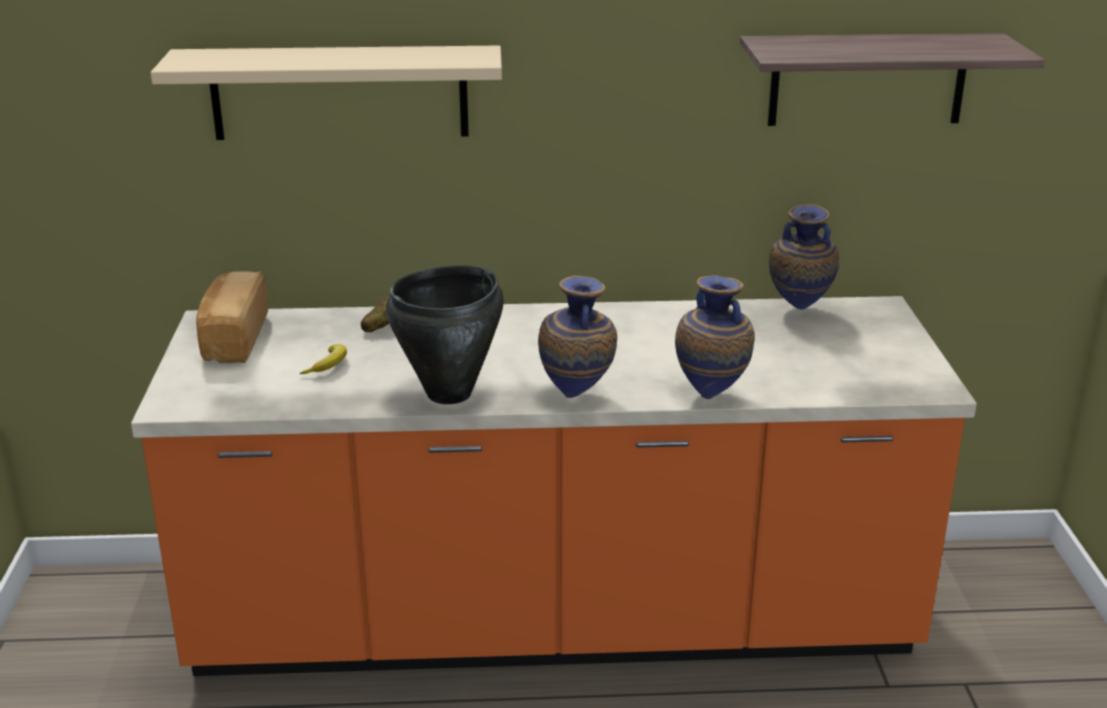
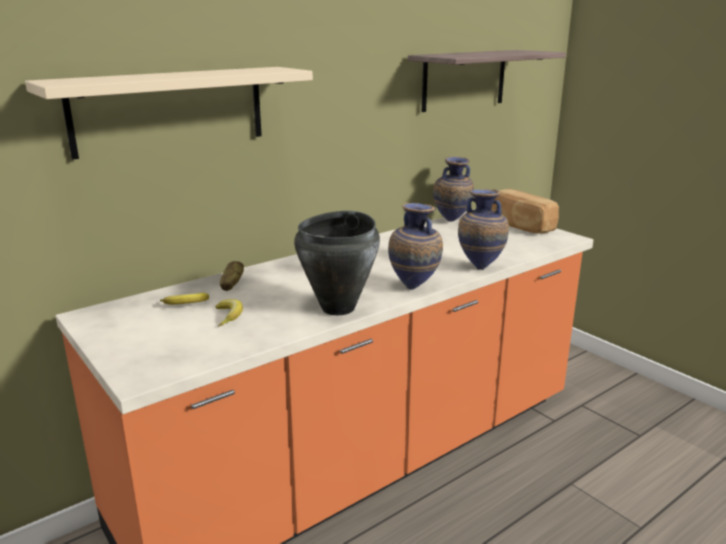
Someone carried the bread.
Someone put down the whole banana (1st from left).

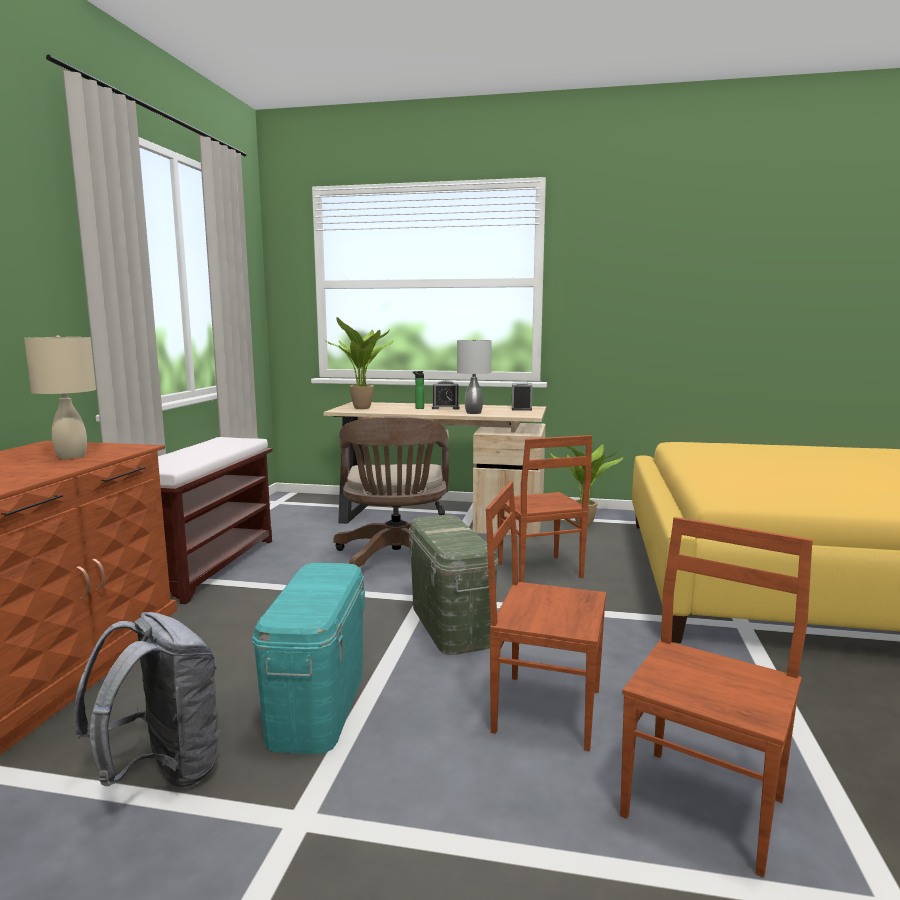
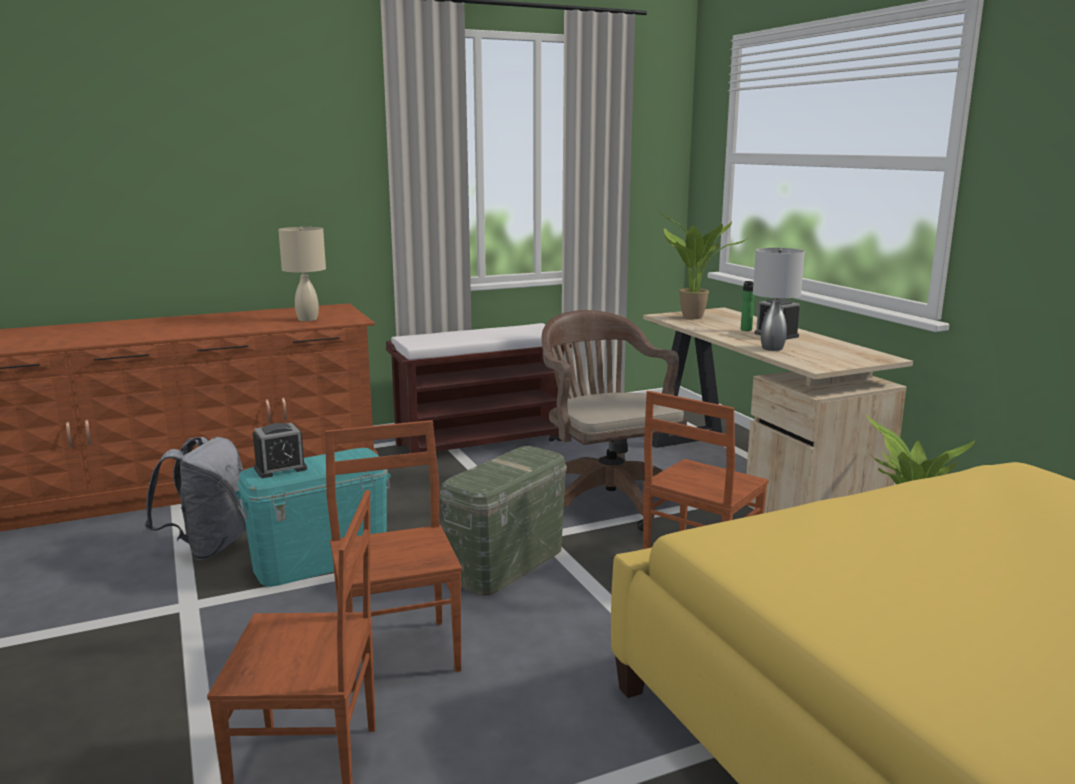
Someone rotated the brown-coloured computer chair by 105 degrees clockwise.
Someone carried the bedside clock (2nd from left in the first image).

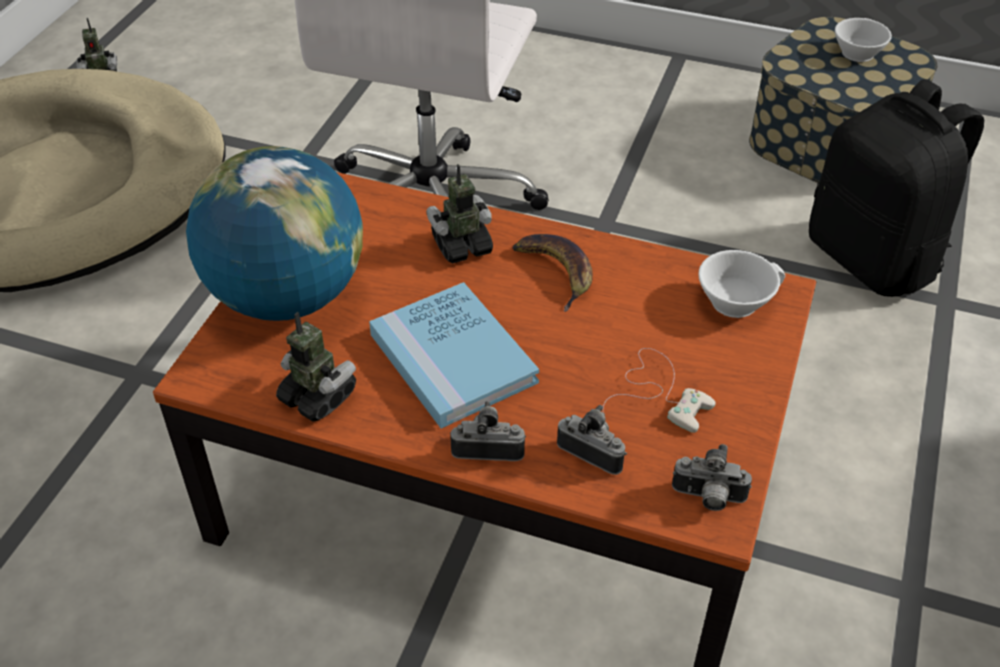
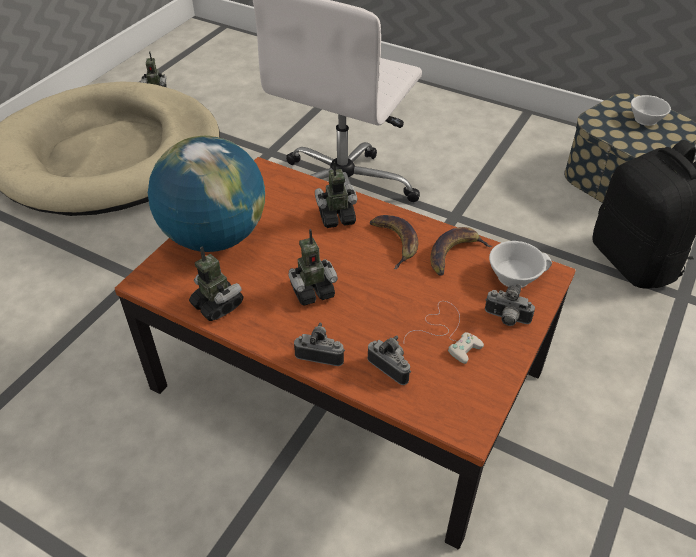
Someone swapped the bluish book for the toy robot (3rd from left).
Someone carried the still camera (3rd from left).
Someone put down the whole banana (2nd from left).

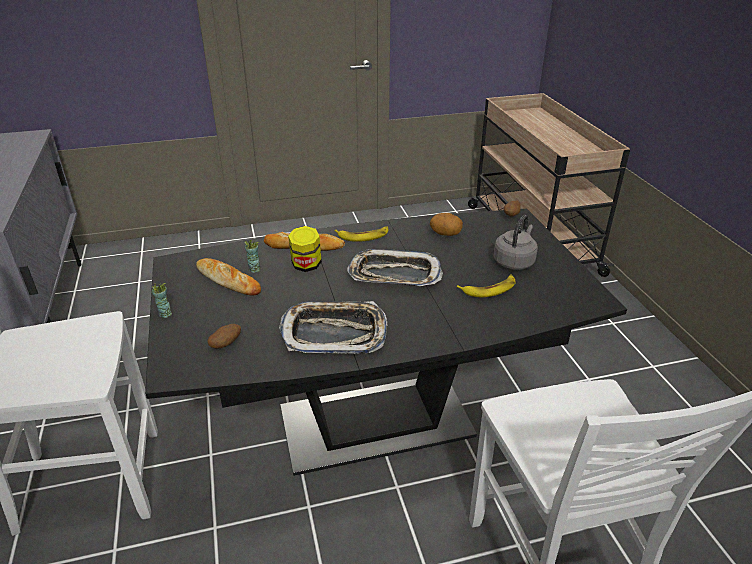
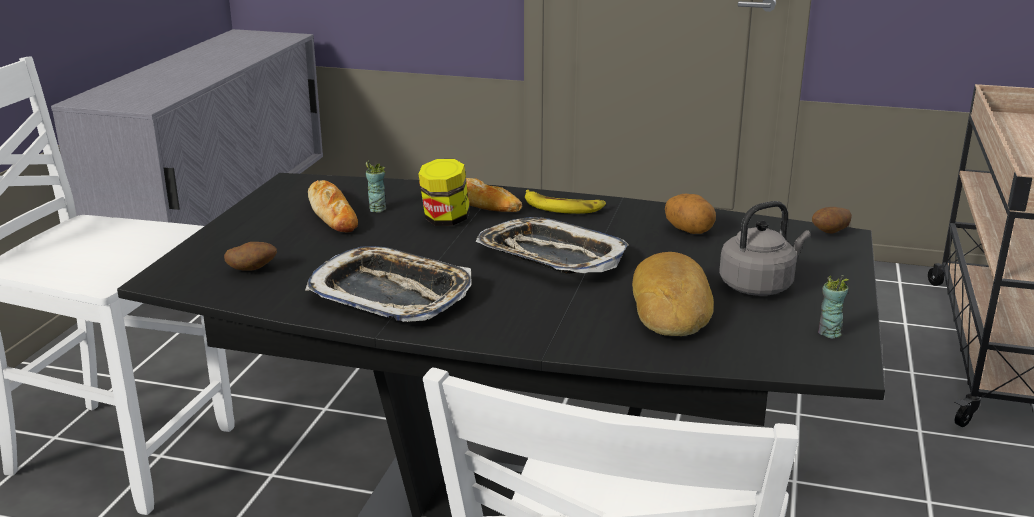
Someone carried the drinking cup (1st from left in the first image).
Someone swapped the whole banana (2nd from left) for the bread (3rd from left).

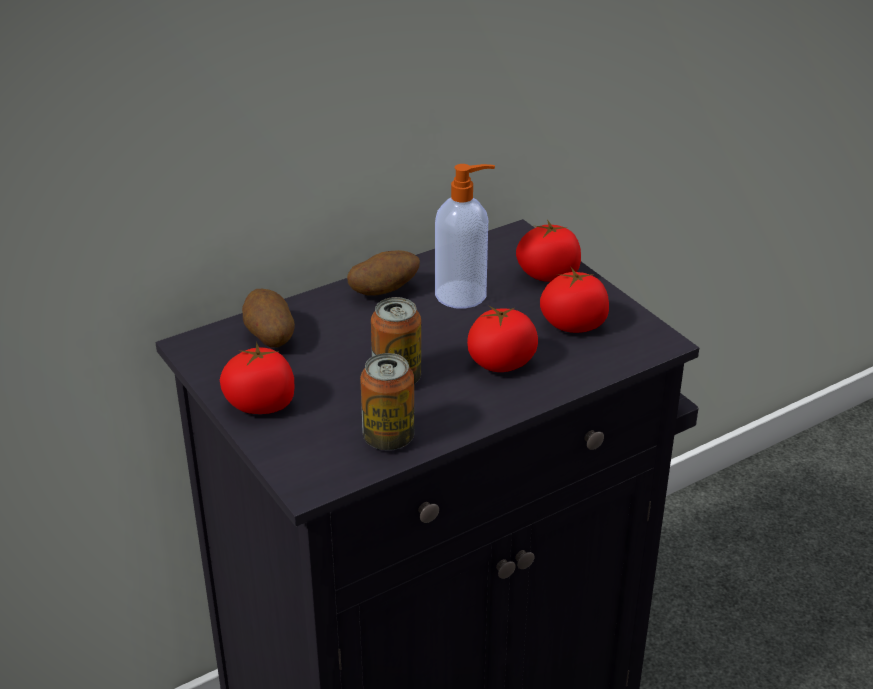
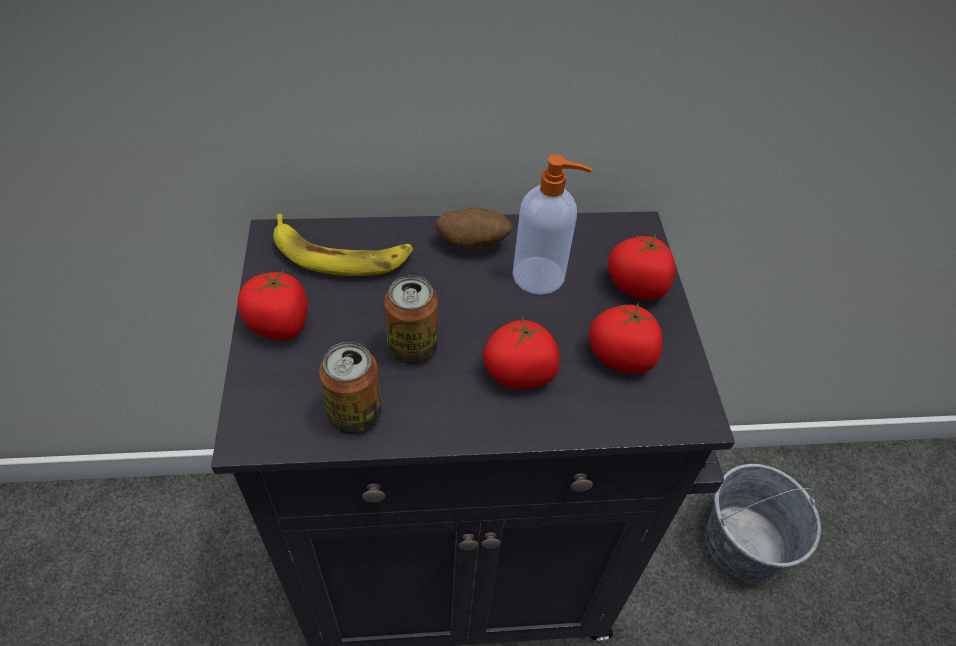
Someone swapped the whole potato (1st from left) for the whole banana.
Someone put down the greyish bucket.

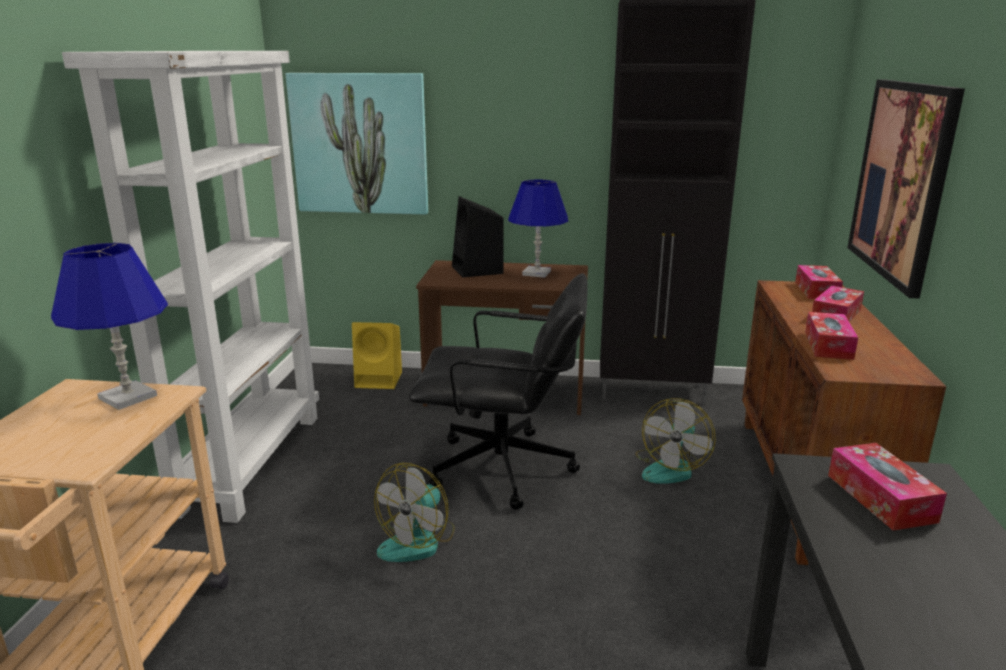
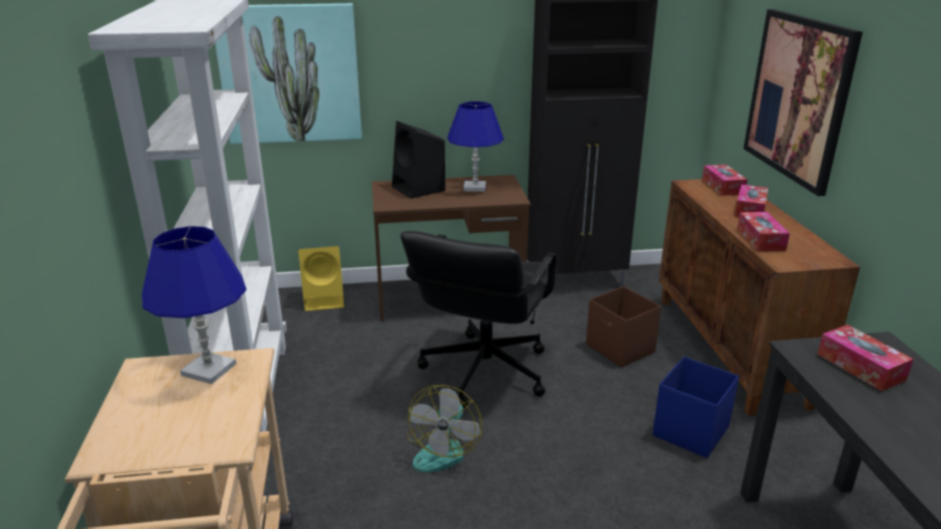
Someone rotated the black-coloured computer chair by 120 degrees clockwise.
Someone swapped the electric fan (2nd from left) for the brown-coloured storage bin.
Someone put down the bluish storage bin.

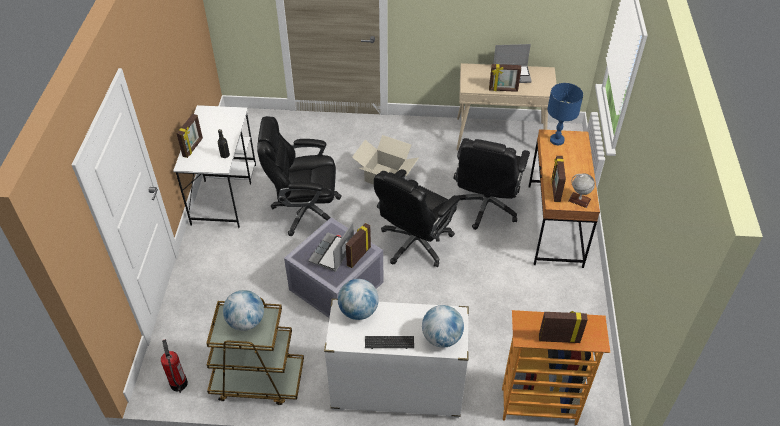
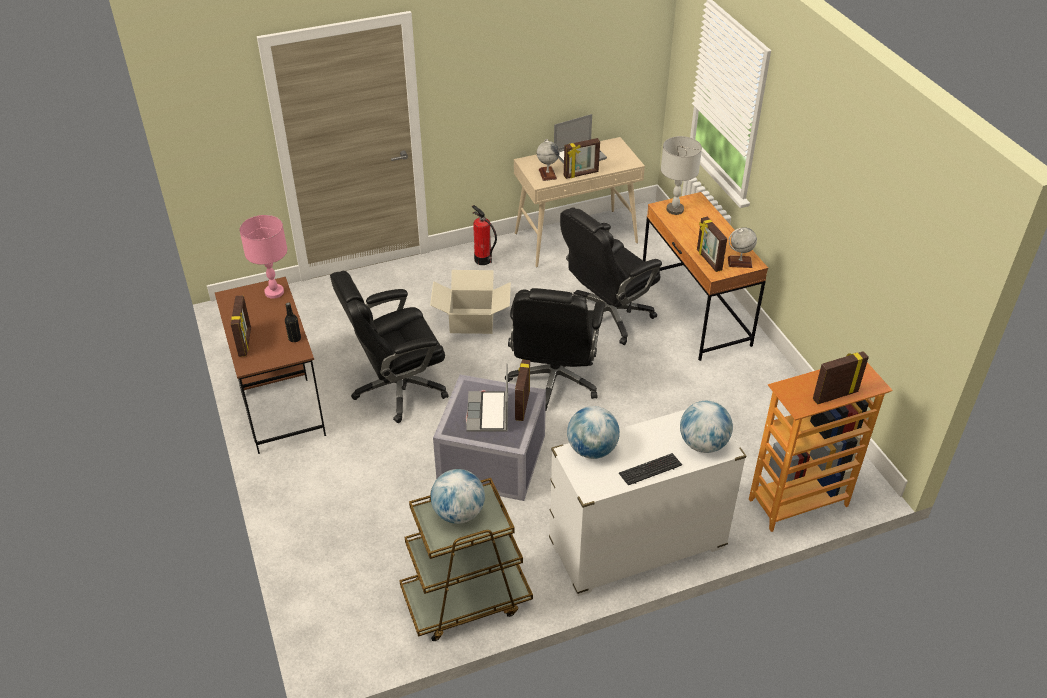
Someone carried the fire-fighting cylinder.
Someone repainted the whitish desk, which became the brown-coloured desk (1st from left).
Someone rotated the black-coloured computer chair (3rd from left) by 60 degrees clockwise.
Someone repainted the bluish tabletop lamp, which became the greyish tabletop lamp.
Someone put down the pink-coloured tabletop lamp.
Someone put down the desk globe (2nd from left).

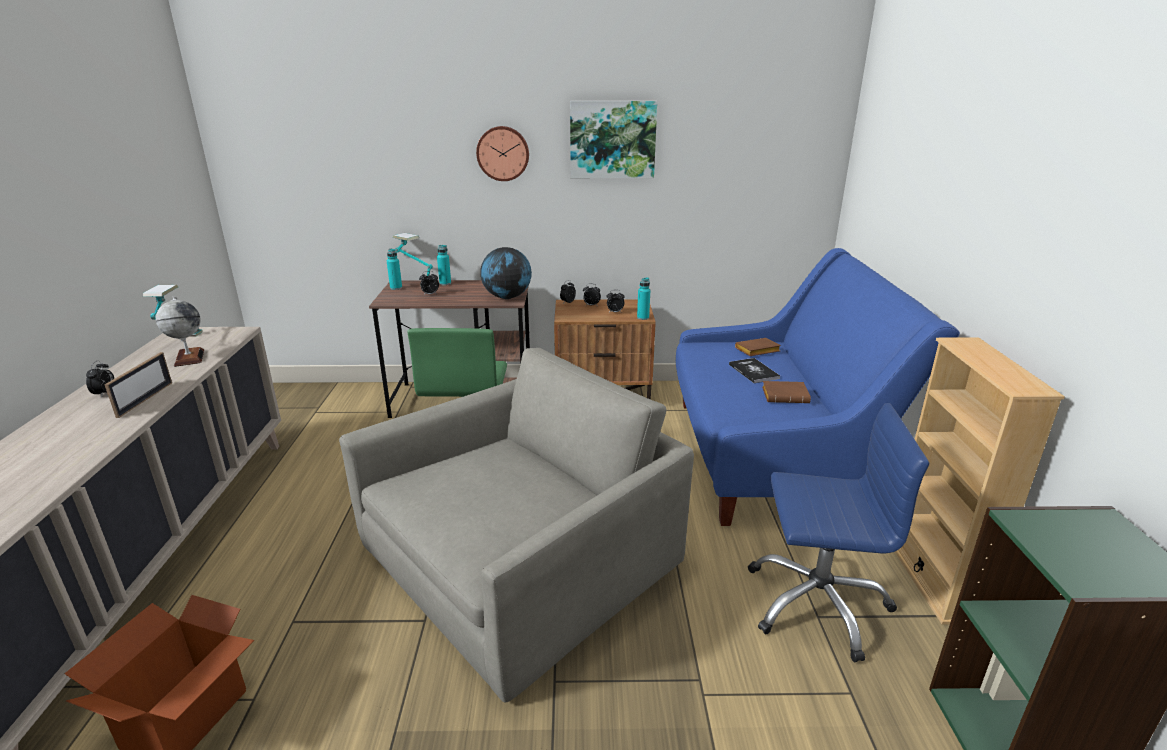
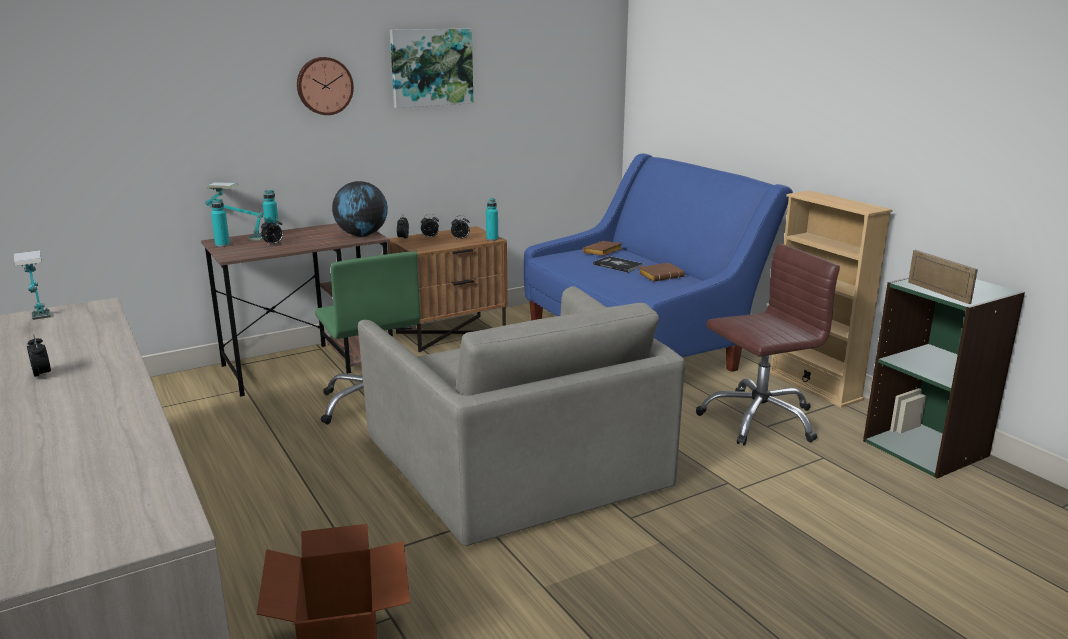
Someone carried the picture frame.
Someone took away the desk globe (1st from left).
Someone rotated the greyish easy chair by 135 degrees clockwise.
Someone repainted the bluish computer chair, which became the brown-coloured computer chair.

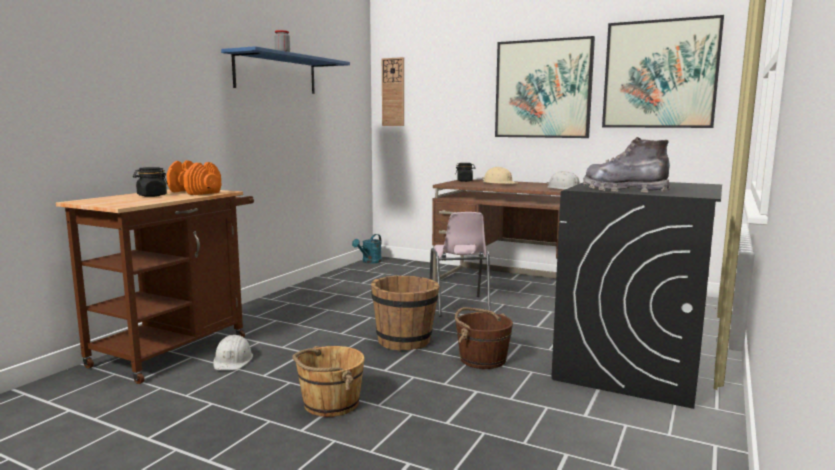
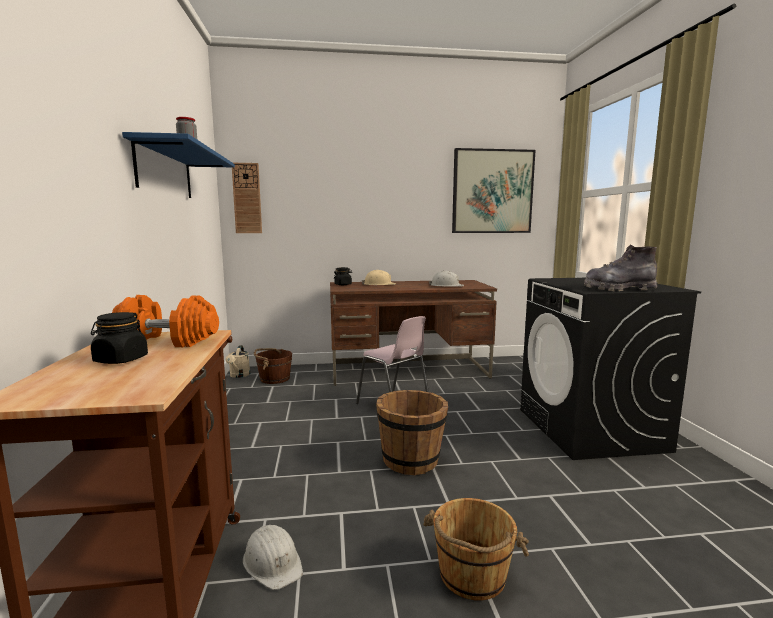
Someone repainted the blue-green sprinkling can, which became the beige-coloured sprinkling can.
Someone carried the brown-coloured bucket (3rd from left in the first image).
Someone took away the wall art (1st from left).

